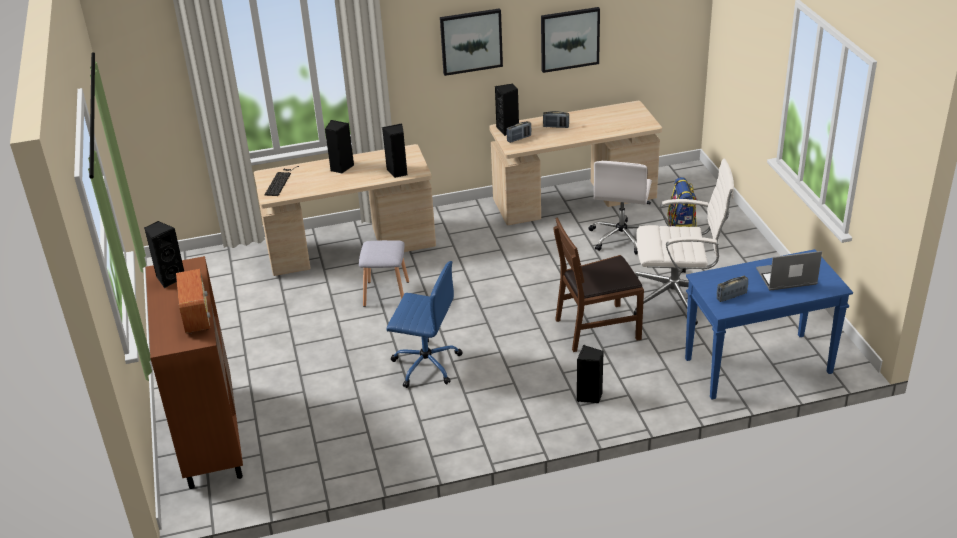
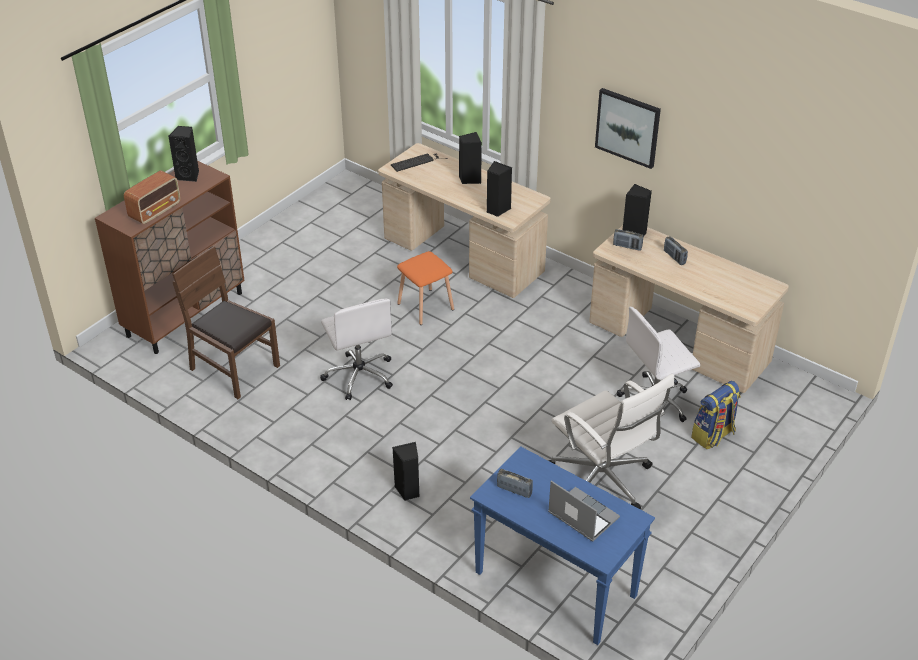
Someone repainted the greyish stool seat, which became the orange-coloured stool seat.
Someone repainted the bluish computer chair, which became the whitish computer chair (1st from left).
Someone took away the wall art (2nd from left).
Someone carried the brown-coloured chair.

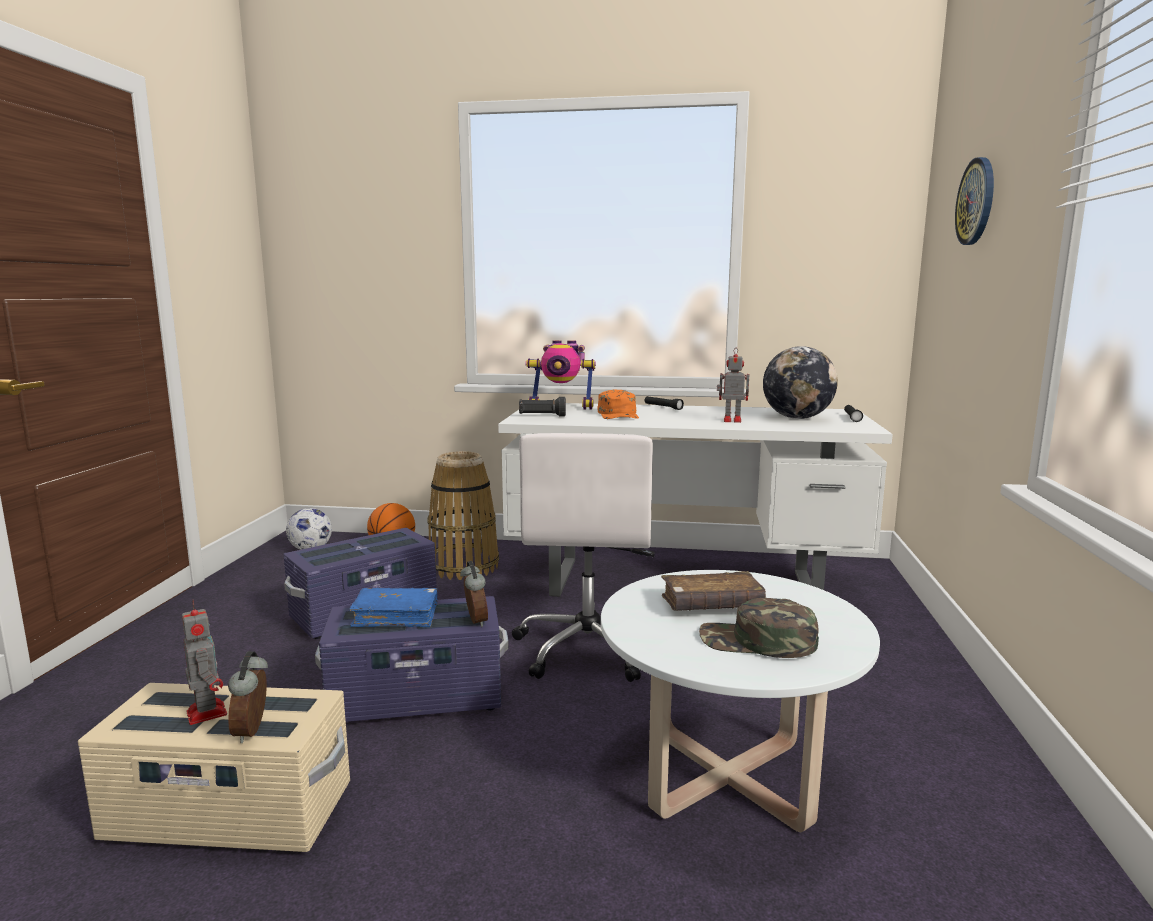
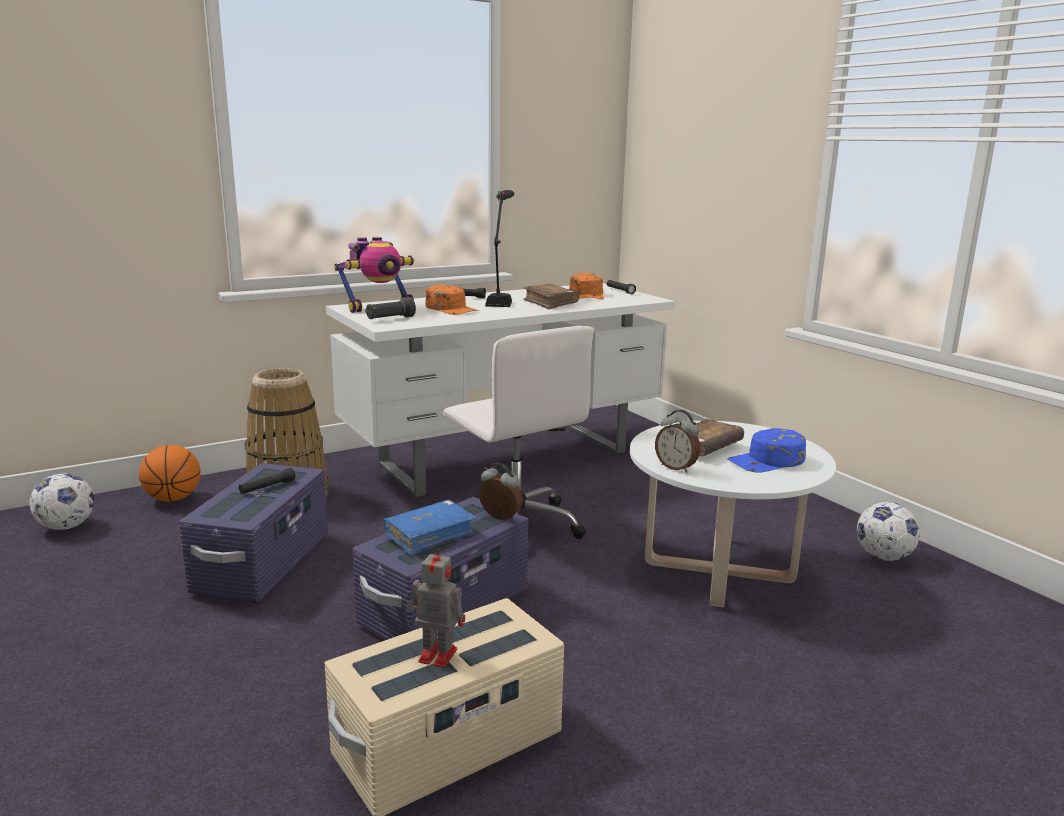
Someone carried the bedside clock (1st from left in the first image).
Someone repainted the green-coloured baseball cap, which became the bluish baseball cap.
Someone swapped the toy robot (3rd from left) for the brown-coloured book (1st from left).
Someone swapped the desk globe for the orange-coloured baseball cap (2nd from left).
Someone took away the hanging clock.
Someone put down the black-coloured torch (1st from left).
Someone put down the black-coloured tabletop lamp.
Someone put down the football (2nd from left).

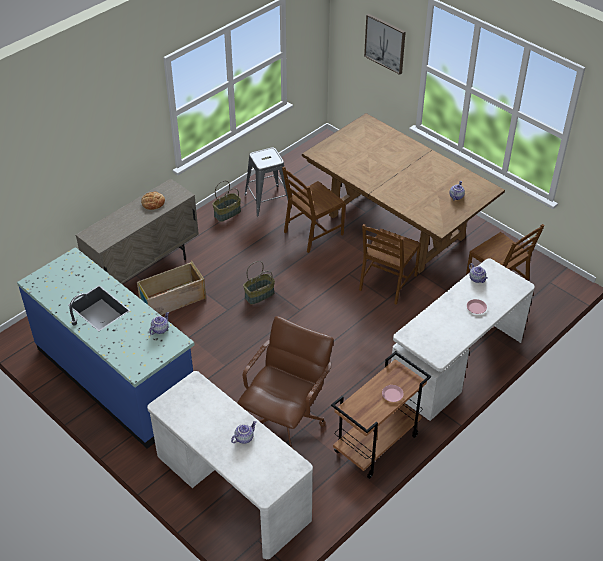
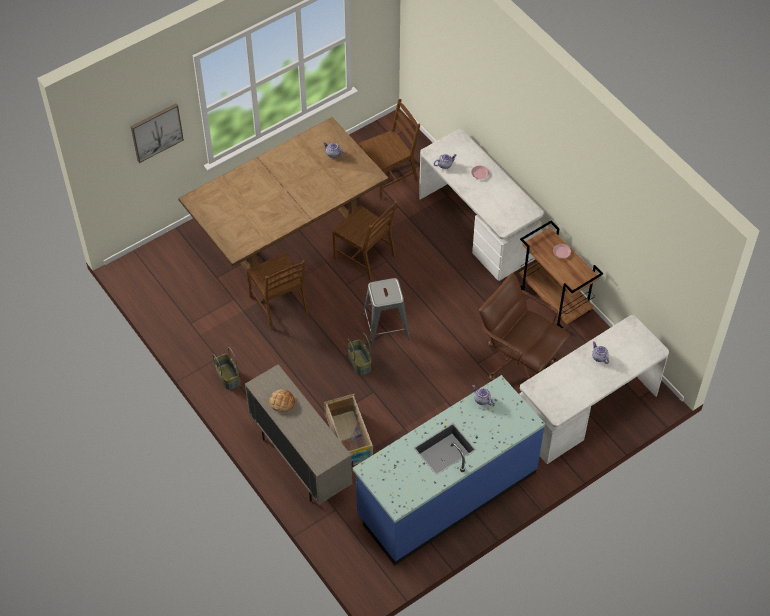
Someone carried the greyish stool seat.

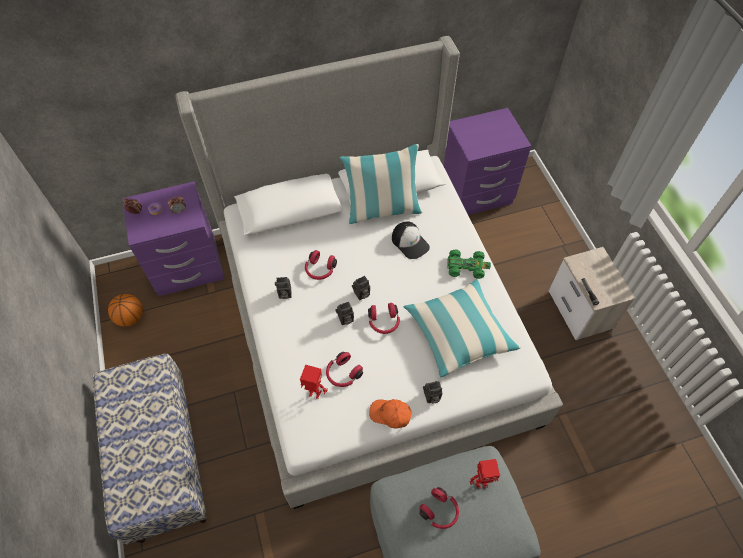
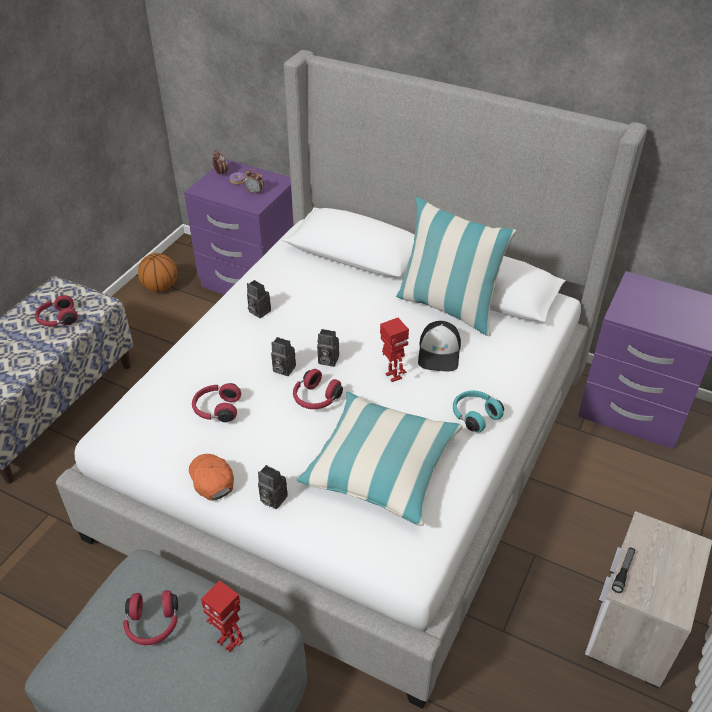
Someone carried the toy robot (1st from left in the first image).
Someone carried the red headphones (1st from left).
Someone swapped the green-coloured miniature car for the blue-green headphones.

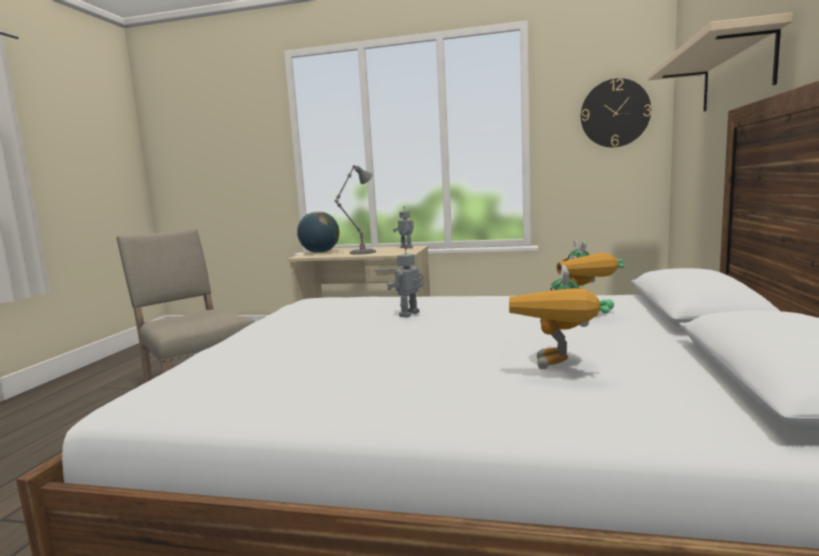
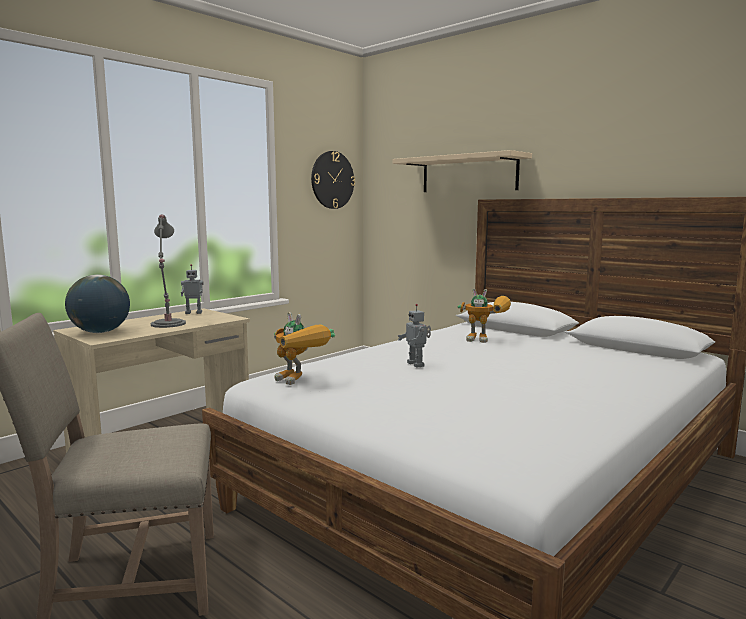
Someone carried the toy robot (3rd from left in the first image).

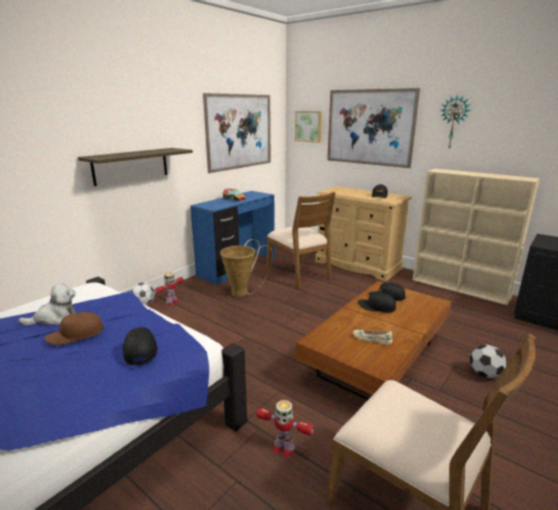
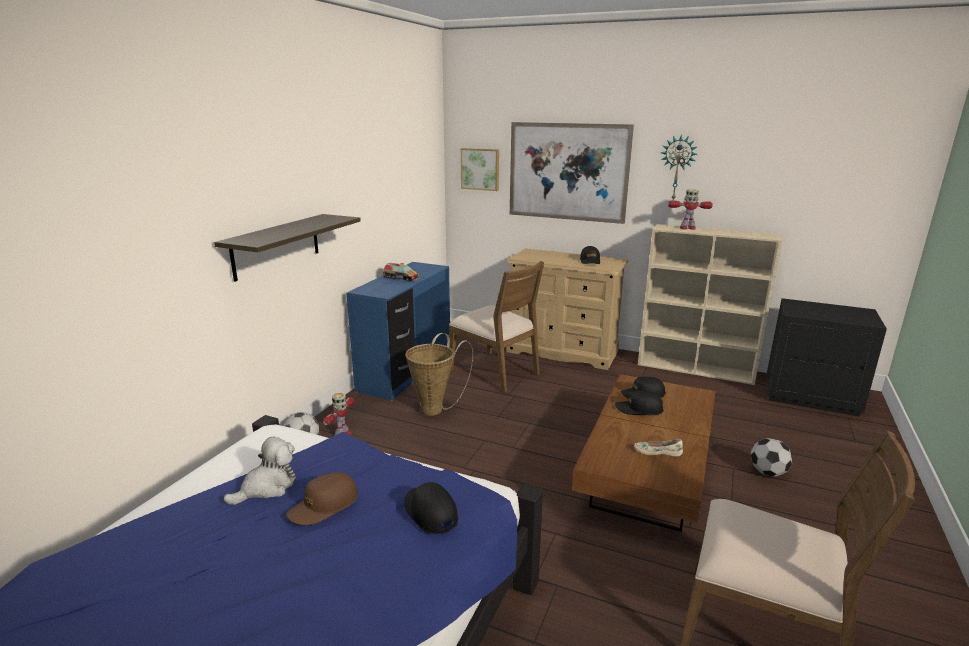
Someone took away the wall art (1st from left).
Someone carried the toy robot (2nd from left).

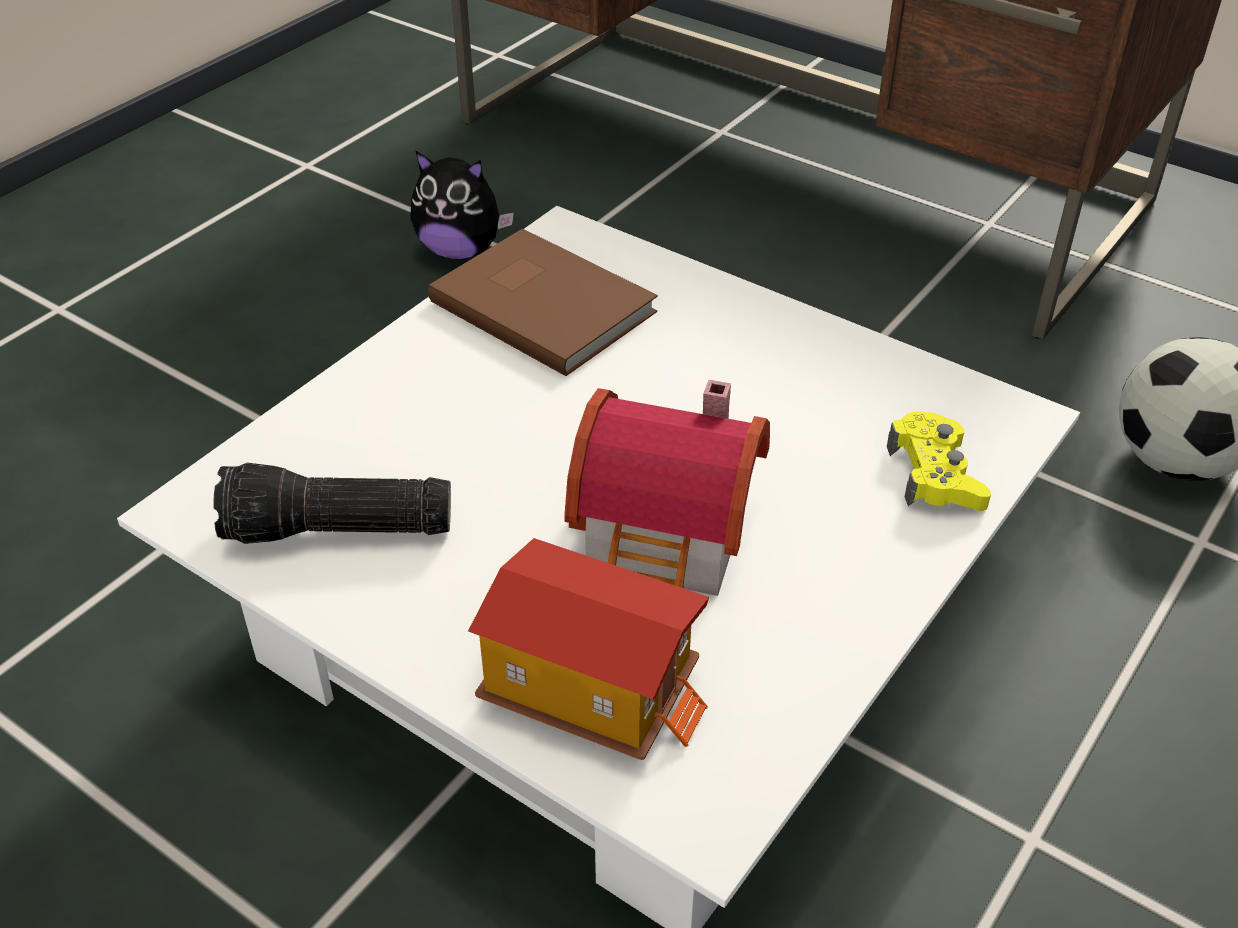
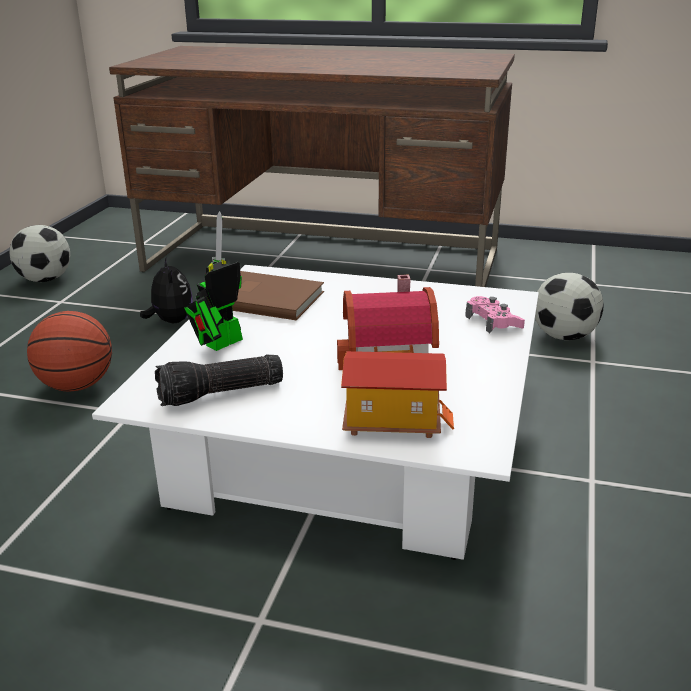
Someone rotated the cuddly toy by 105 degrees counterclockwise.
Someone repainted the yellow-coloured gamepad, which became the pink-coloured gamepad.
Someone put down the football (1st from left).
Someone put down the basketball.
Someone put down the toy robot.

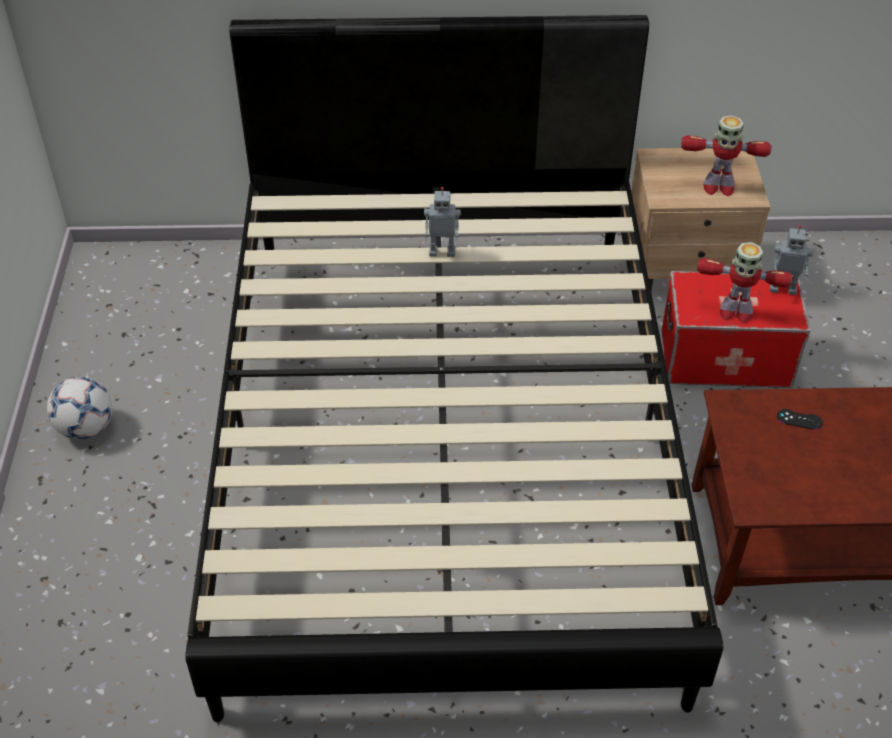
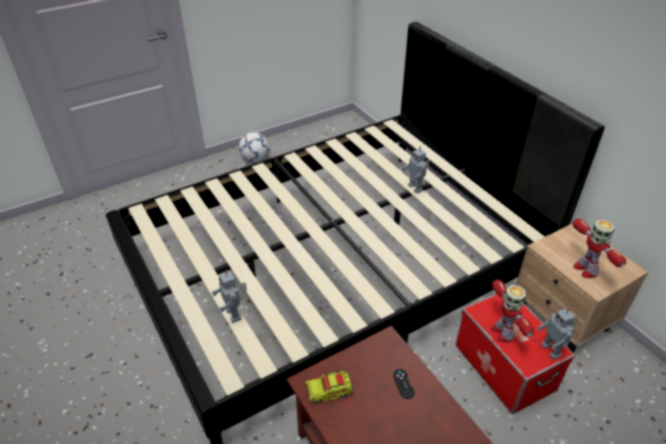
Someone put down the toy robot (1st from left).
Someone put down the toy truck.

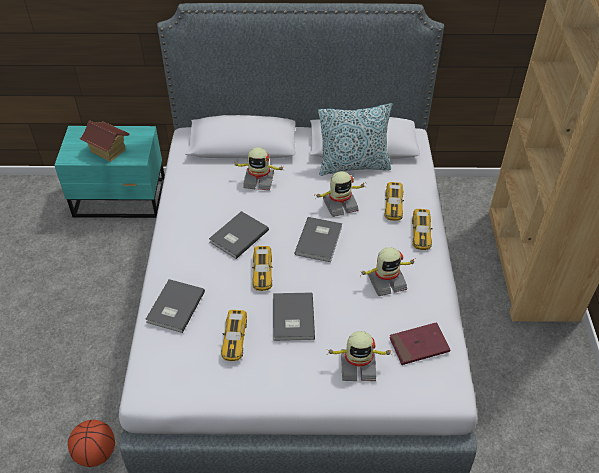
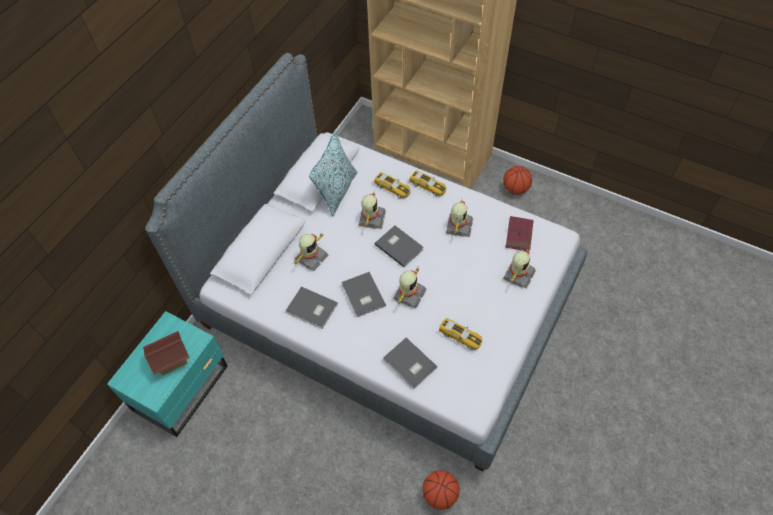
Someone swapped the miniature car (2nd from left) for the toy robot (3rd from left).
Someone carried the greyish book (3rd from left in the first image).
Someone put down the basketball (2nd from left).

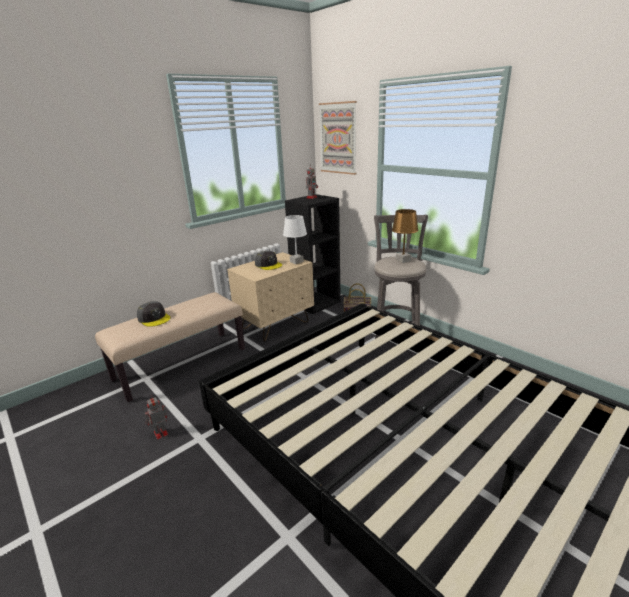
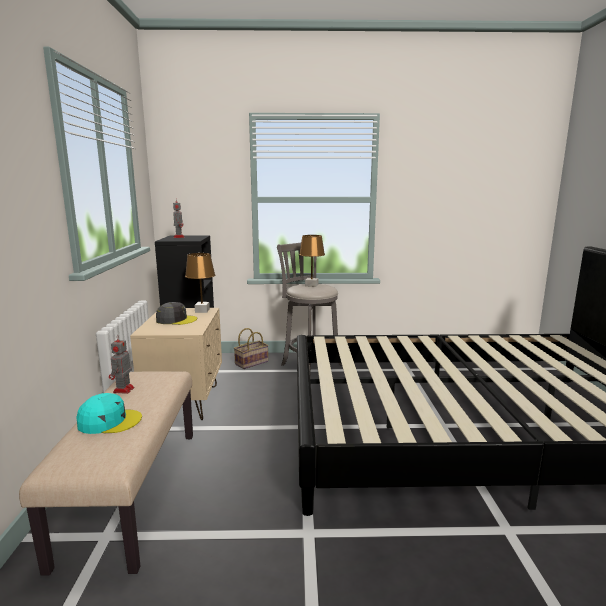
Someone repainted the greyish baseball cap (1st from left), which became the blue-green baseball cap.
Someone carried the toy robot (1st from left).
Someone repainted the whitish tabletop lamp, which became the brown-coloured tabletop lamp (1st from left).
Someone took away the wall art.

